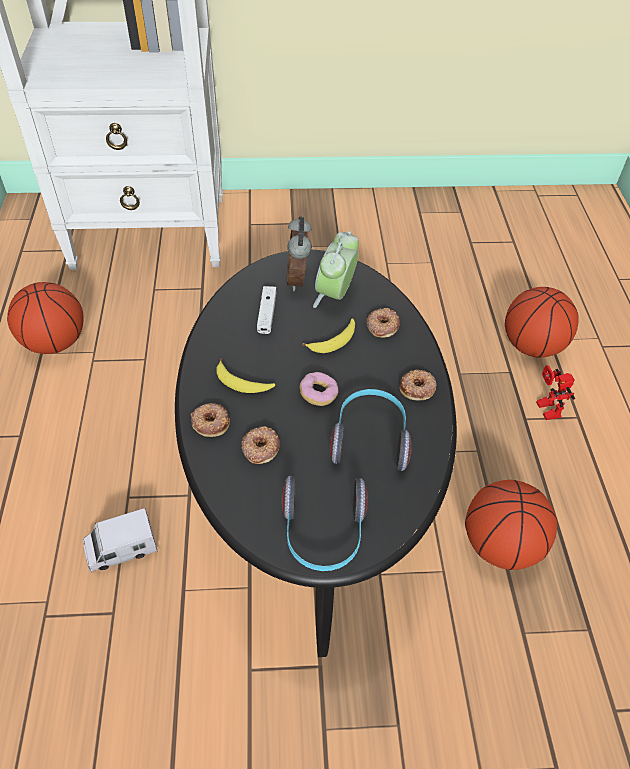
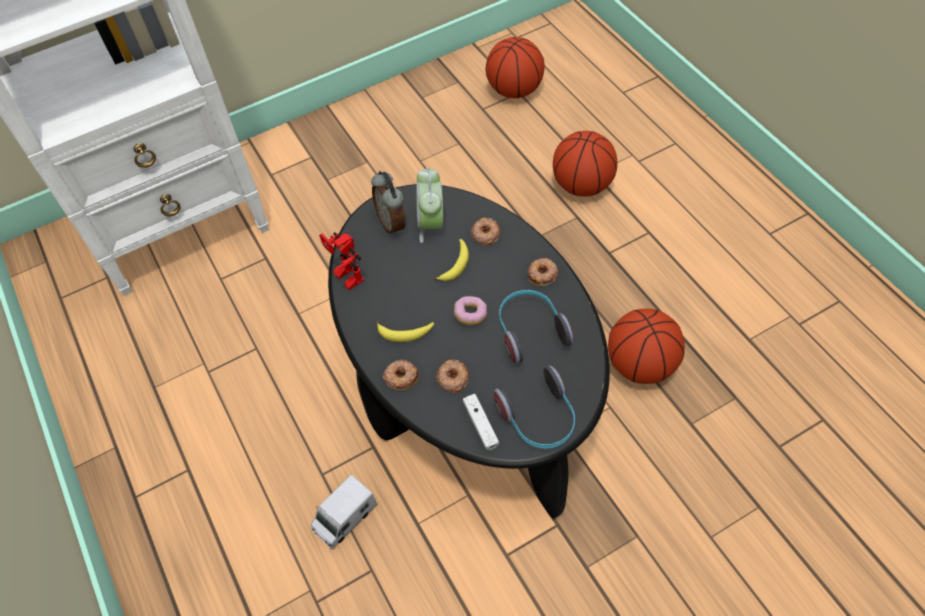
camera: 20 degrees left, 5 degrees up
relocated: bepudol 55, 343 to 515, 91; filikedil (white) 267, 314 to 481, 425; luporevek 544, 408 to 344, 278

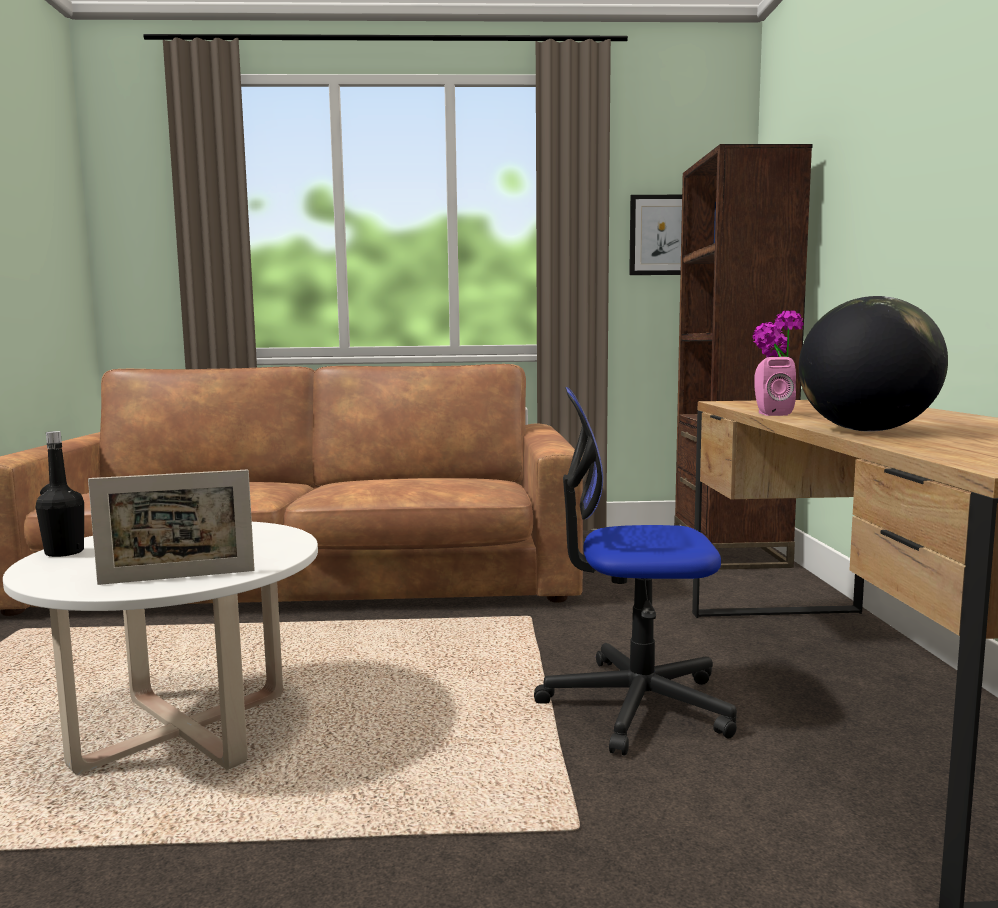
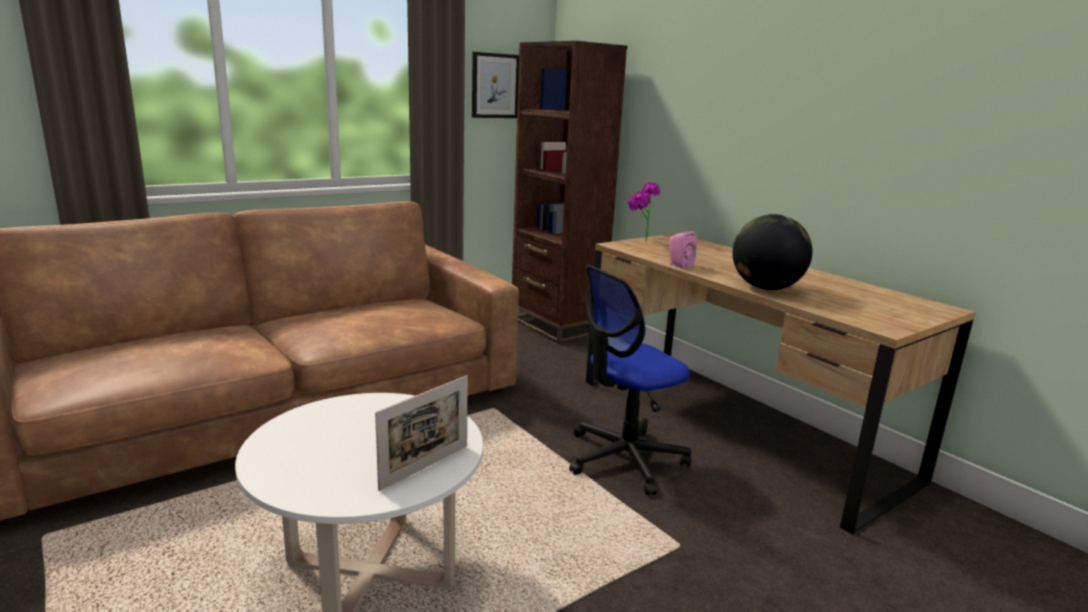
camera: 35 degrees left, 10 degrees up
missing: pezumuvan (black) 64, 552

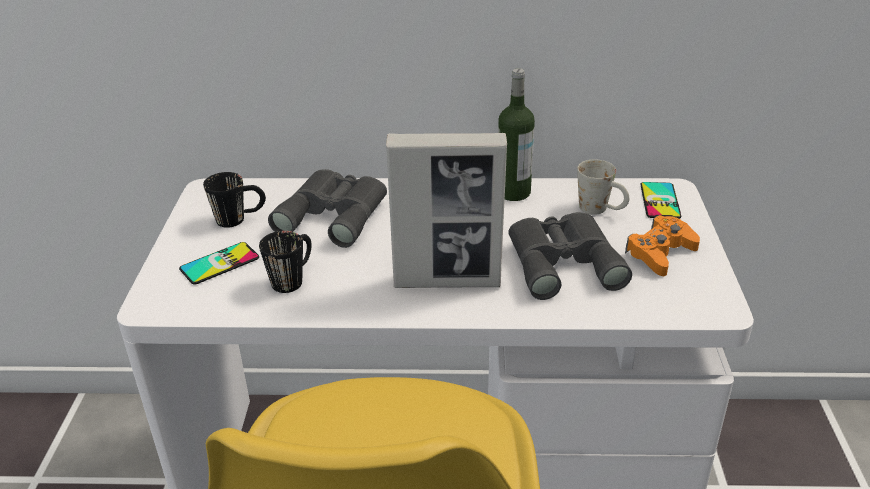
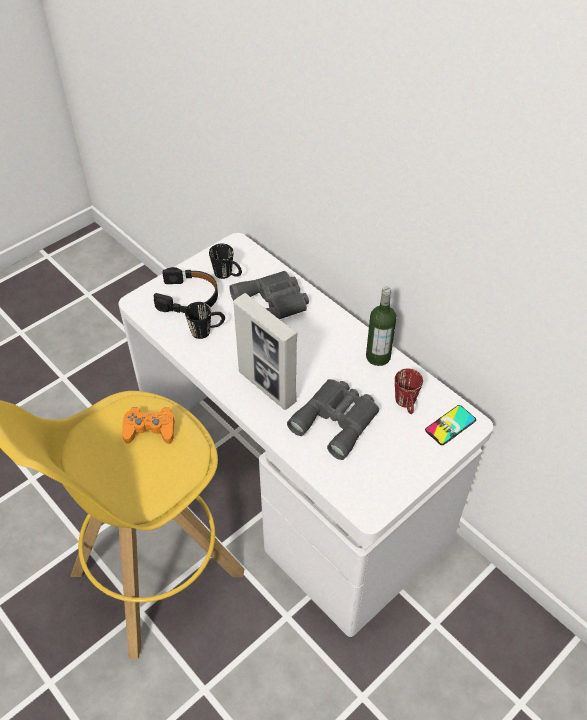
camera: 45 degrees right, 15 degrees up
relocated: filikedil (orange) 660, 253 to 150, 429
exchanged: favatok 219, 263 to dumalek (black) 188, 298
colour: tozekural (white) 601, 210 to tozekural (red) 407, 405

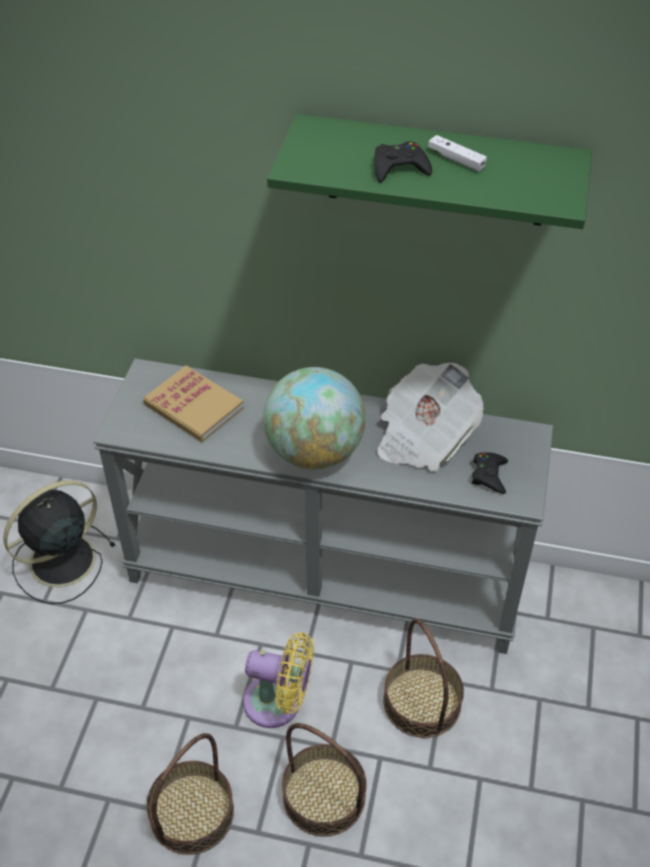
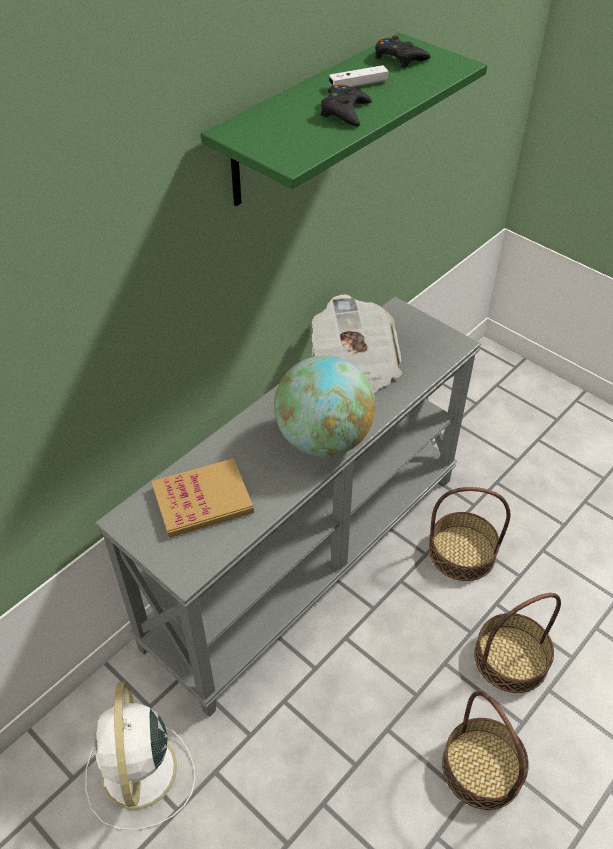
camera: 60 degrees left, 0 degrees up
missing: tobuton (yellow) 278, 703
relocated: filikedil (black) 489, 475 to 399, 58
colour: tobuton (black) 60, 562 to tobuton (white) 139, 774

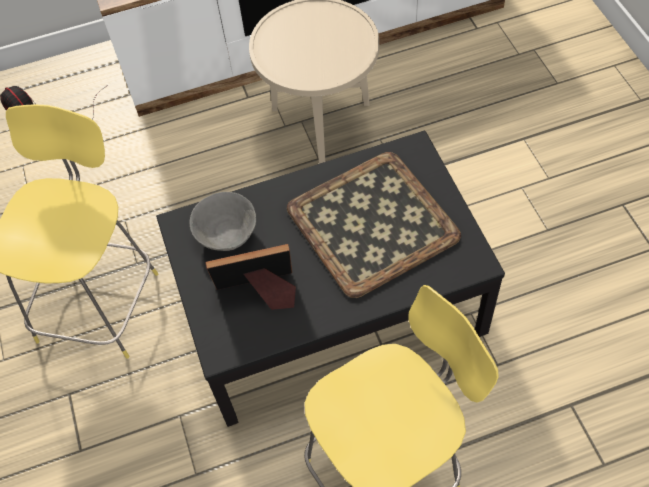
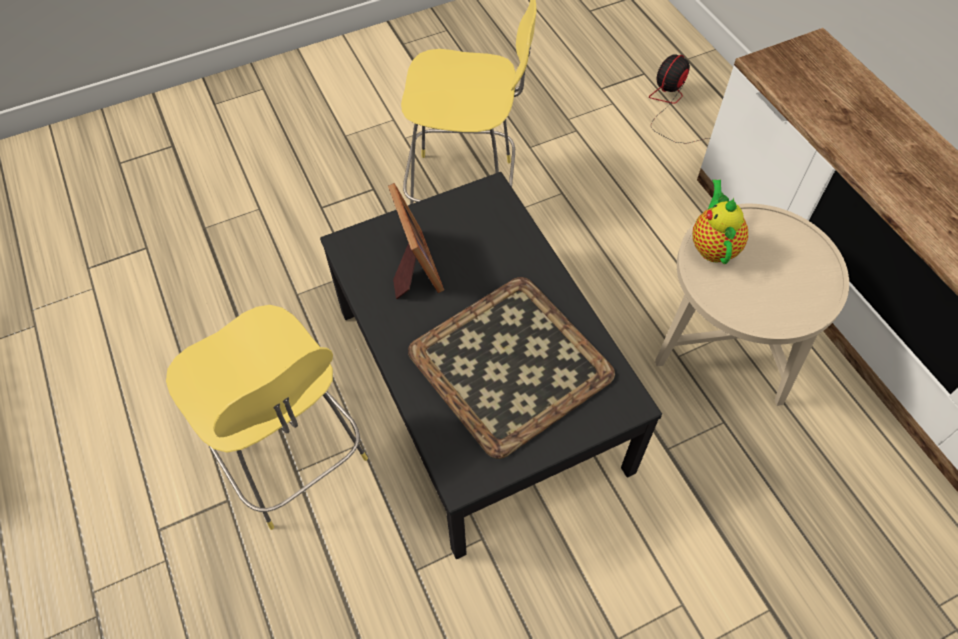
camera: 80 degrees right, 0 degrees up
missing: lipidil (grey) 226, 235
appeared: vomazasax 713, 246

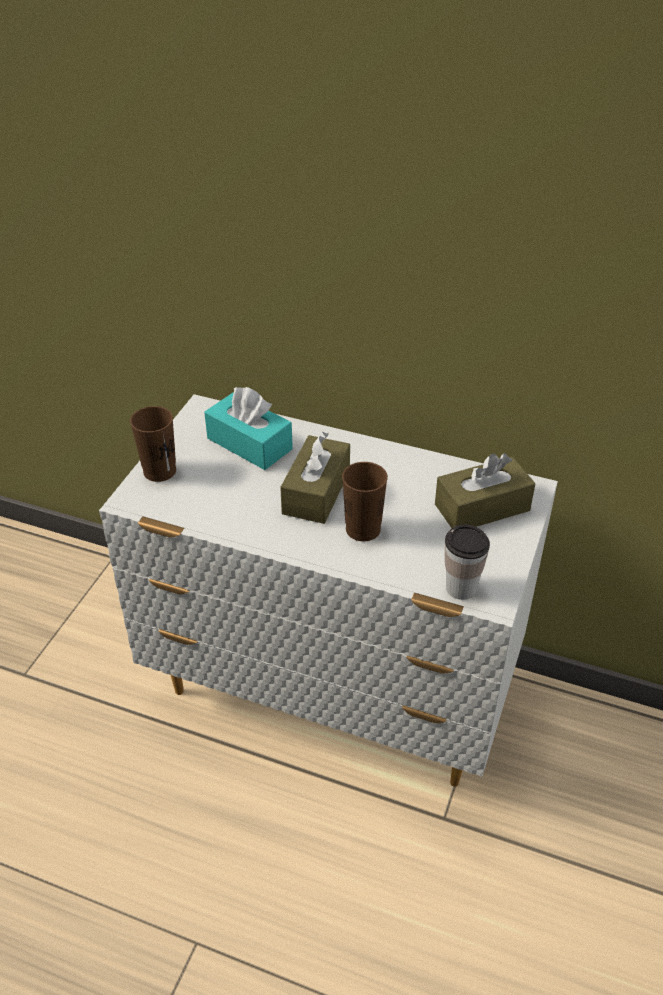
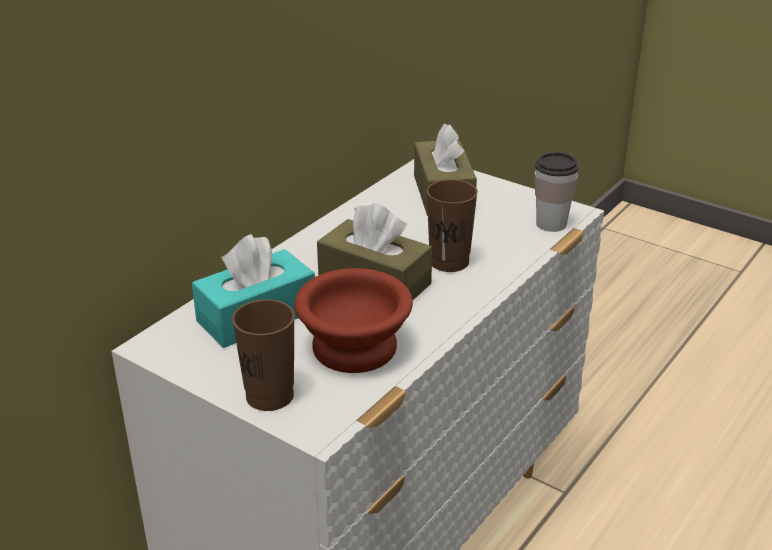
camera: 75 degrees left, 10 degrees down
appeared: lipidil (brown) 351, 348

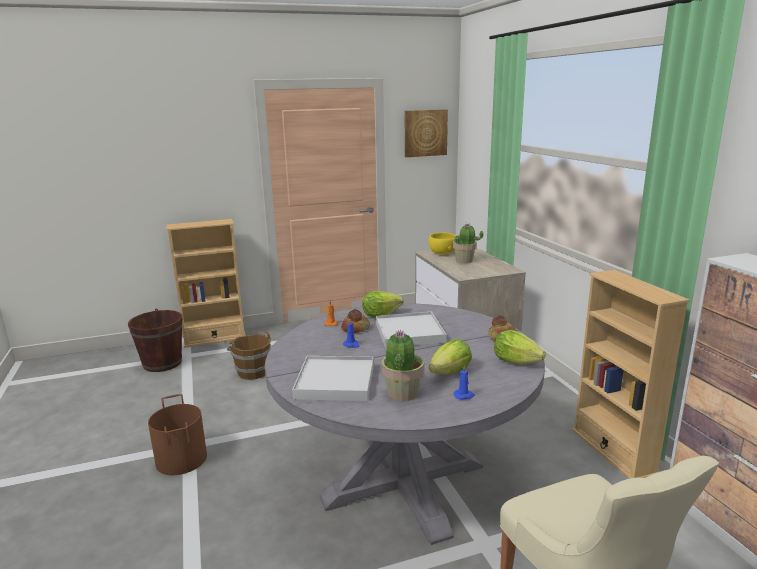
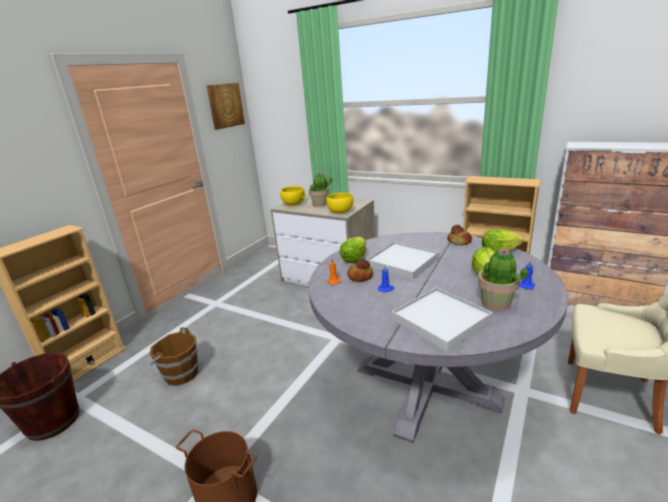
camera: 40 degrees left, 5 degrees up
appeared: lipidil (yellow) 340, 212

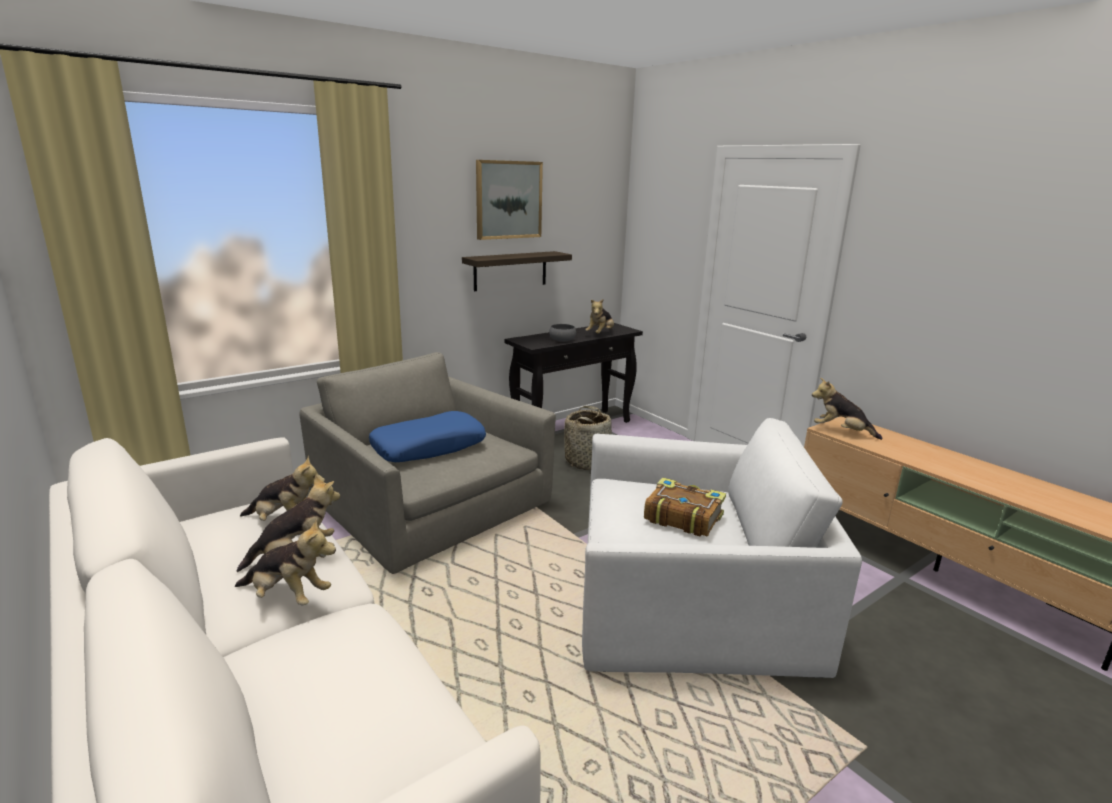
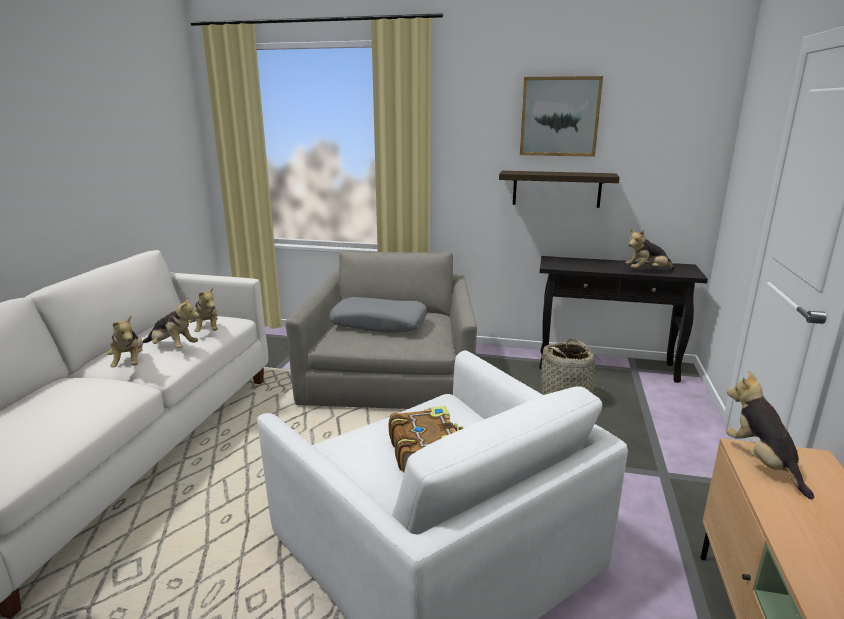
camera: 50 degrees right, 0 degrees up
missing: lipidil (grey) 562, 339
colour: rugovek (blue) 429, 447 to rugovek (grey) 379, 324

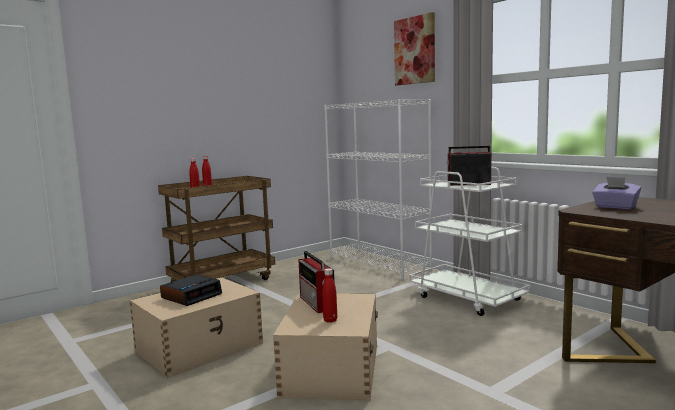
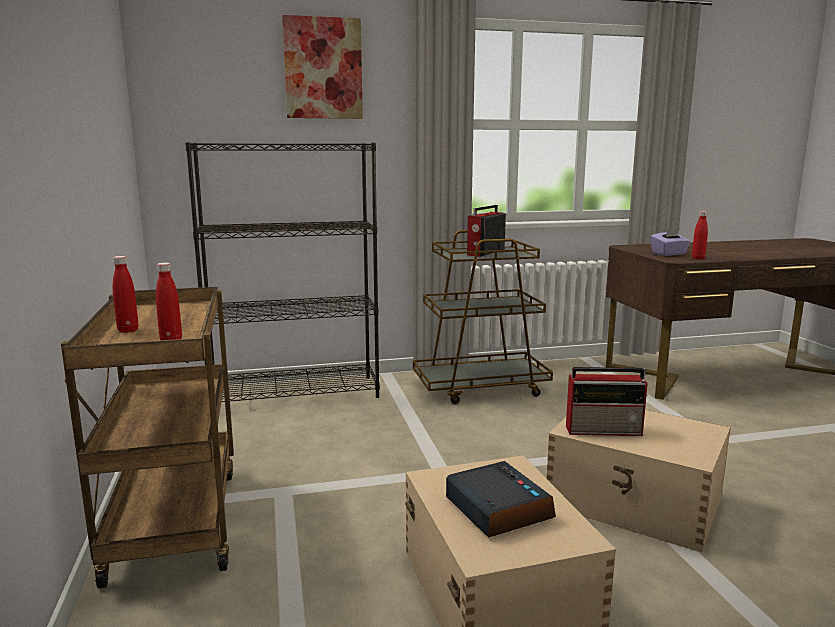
camera: 65 degrees left, 5 degrees up
relocated: pezumuvan (red) 330, 320 to 698, 258
colour: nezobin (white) 379, 264 to nezobin (black) 296, 393; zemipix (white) 467, 298 to zemipix (brown) 481, 387

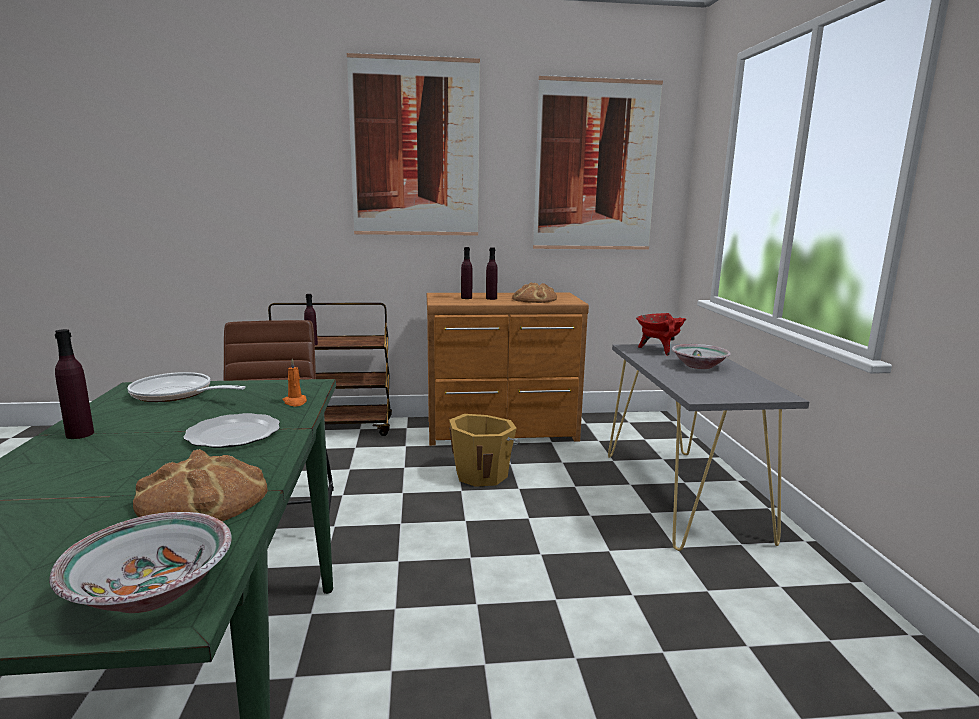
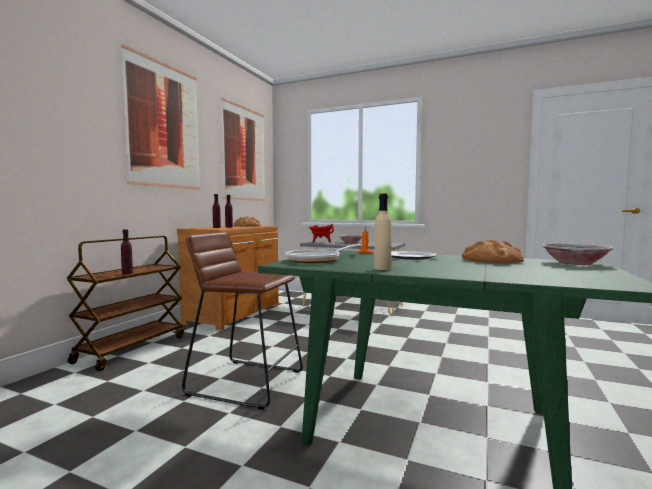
camera: 60 degrees left, 10 degrees down
missing: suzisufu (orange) 482, 474
colour: pezumuvan (purple) 80, 434 to pezumuvan (beige) 382, 268

